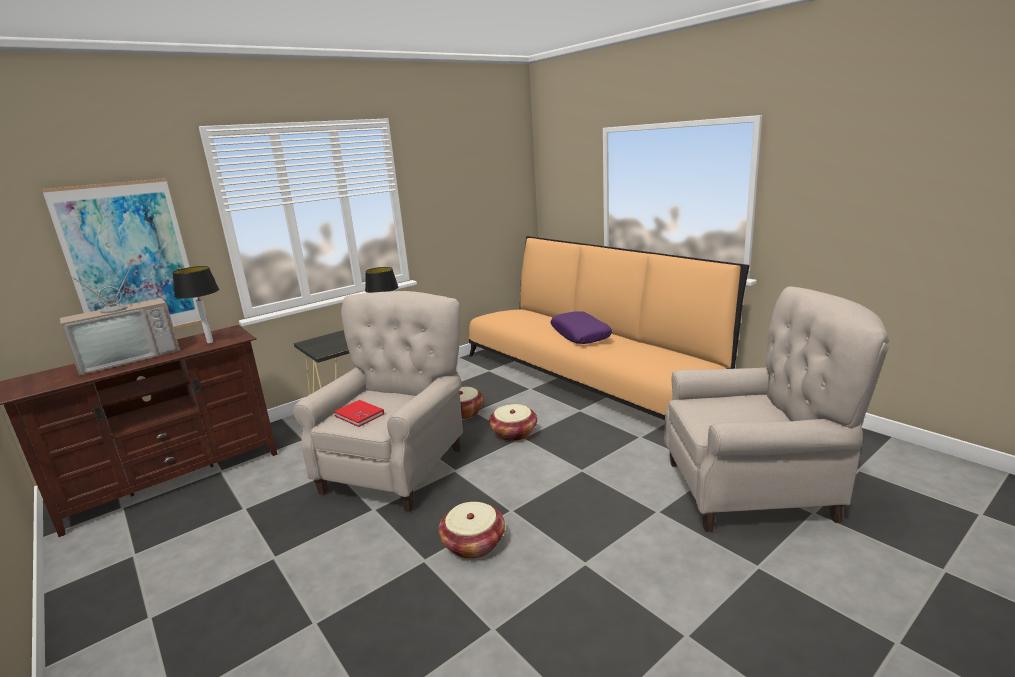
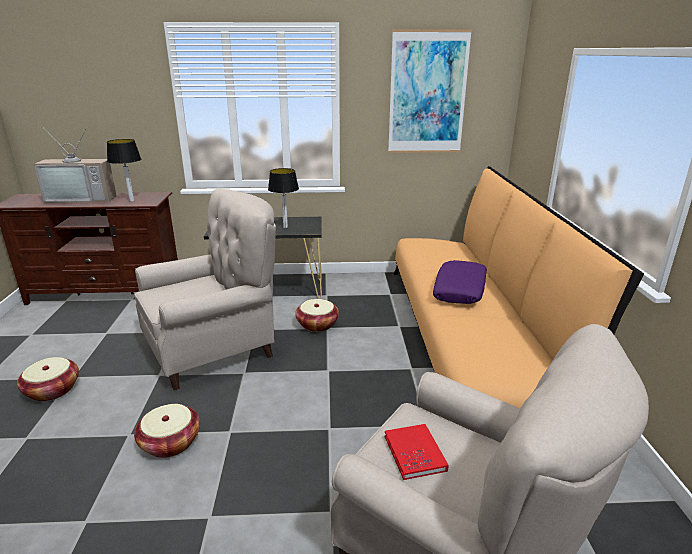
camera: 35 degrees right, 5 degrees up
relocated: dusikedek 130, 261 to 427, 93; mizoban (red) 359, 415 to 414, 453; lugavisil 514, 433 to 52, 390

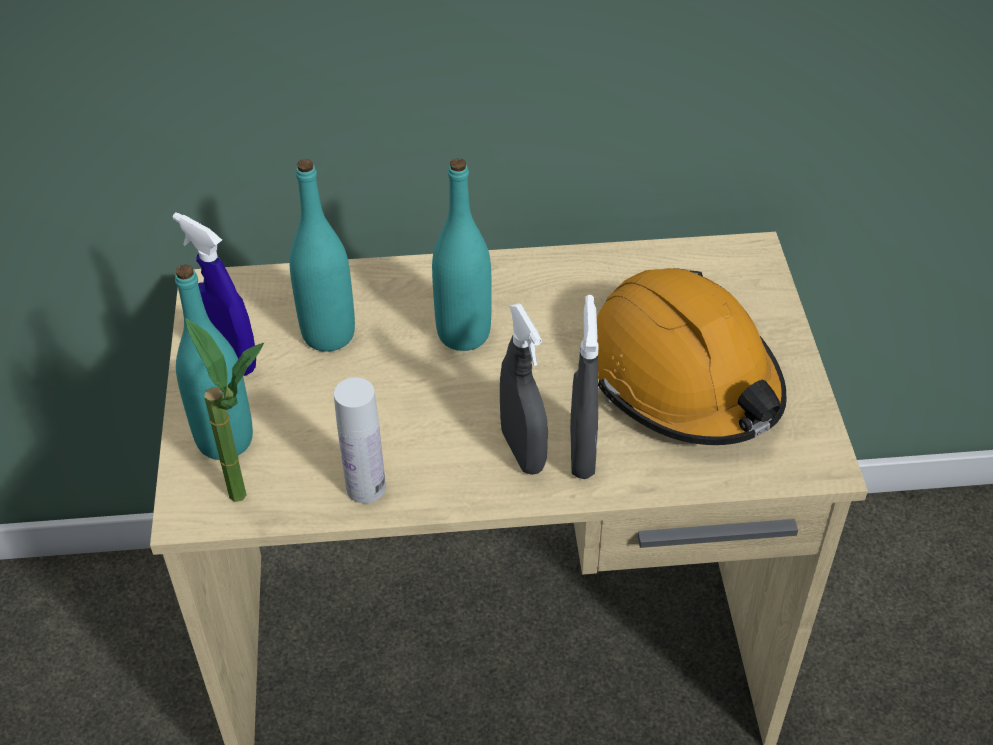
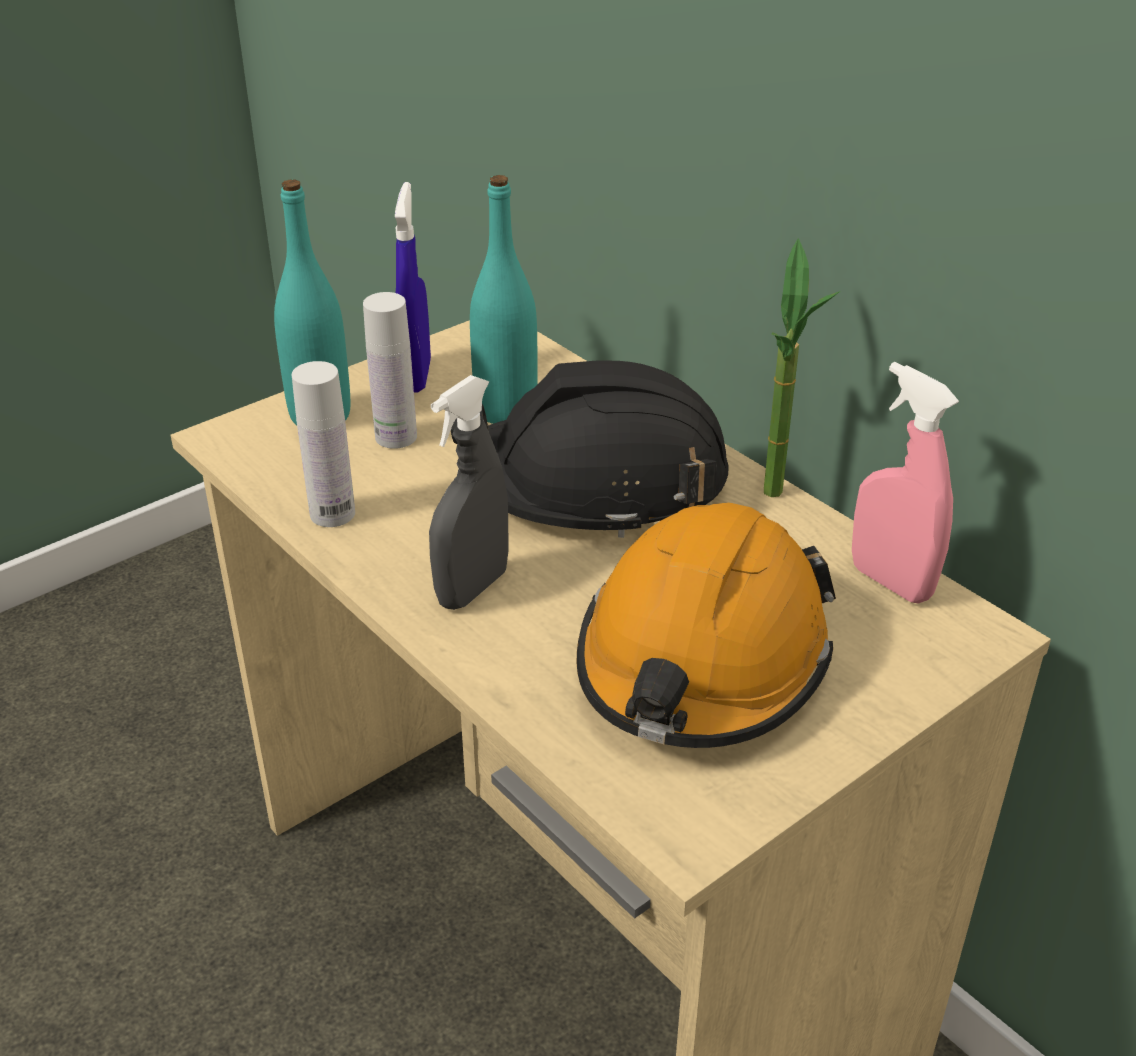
camera: 55 degrees right, 10 degrees down
missing: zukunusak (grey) 582, 453
appeared: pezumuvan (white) 396, 437; zukunusak (pink) 890, 582
relocated: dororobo 254, 500 to 779, 503
exchanged: pezumuvan (turquoise) 463, 334 to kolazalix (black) 595, 484

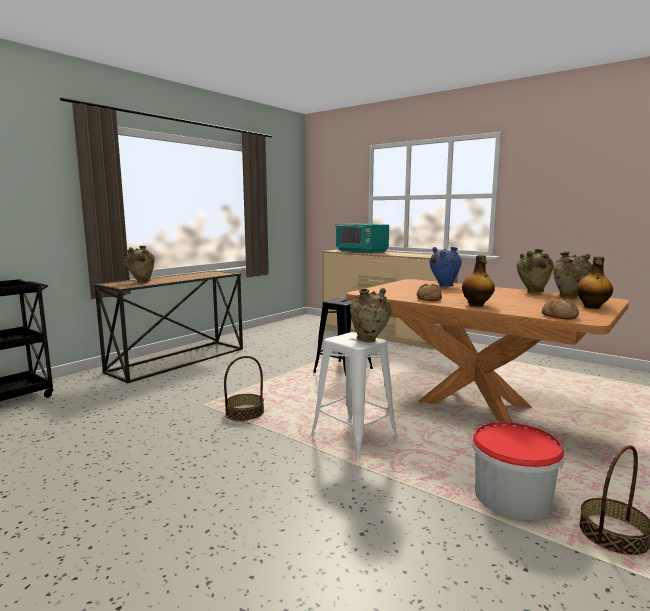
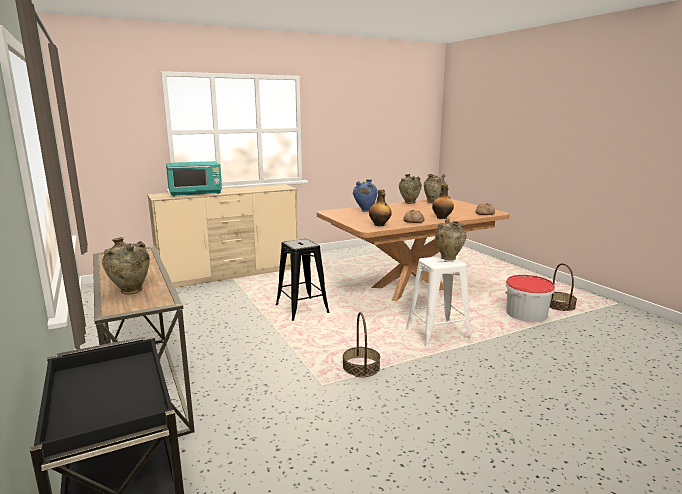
camera: 65 degrees left, 5 degrees up
relocated: pezumuvan 592, 307 to 379, 225

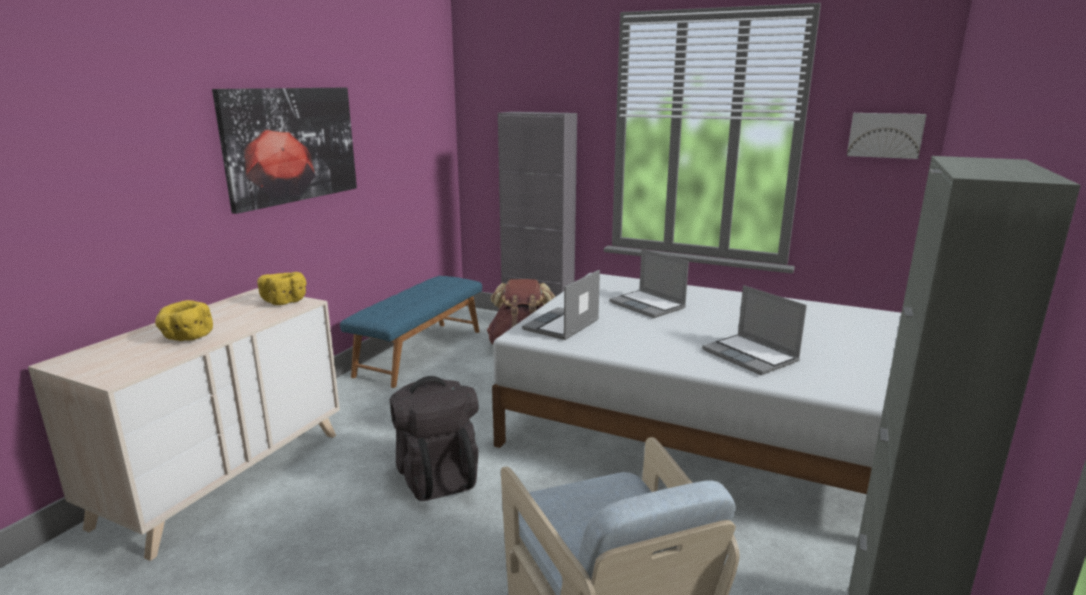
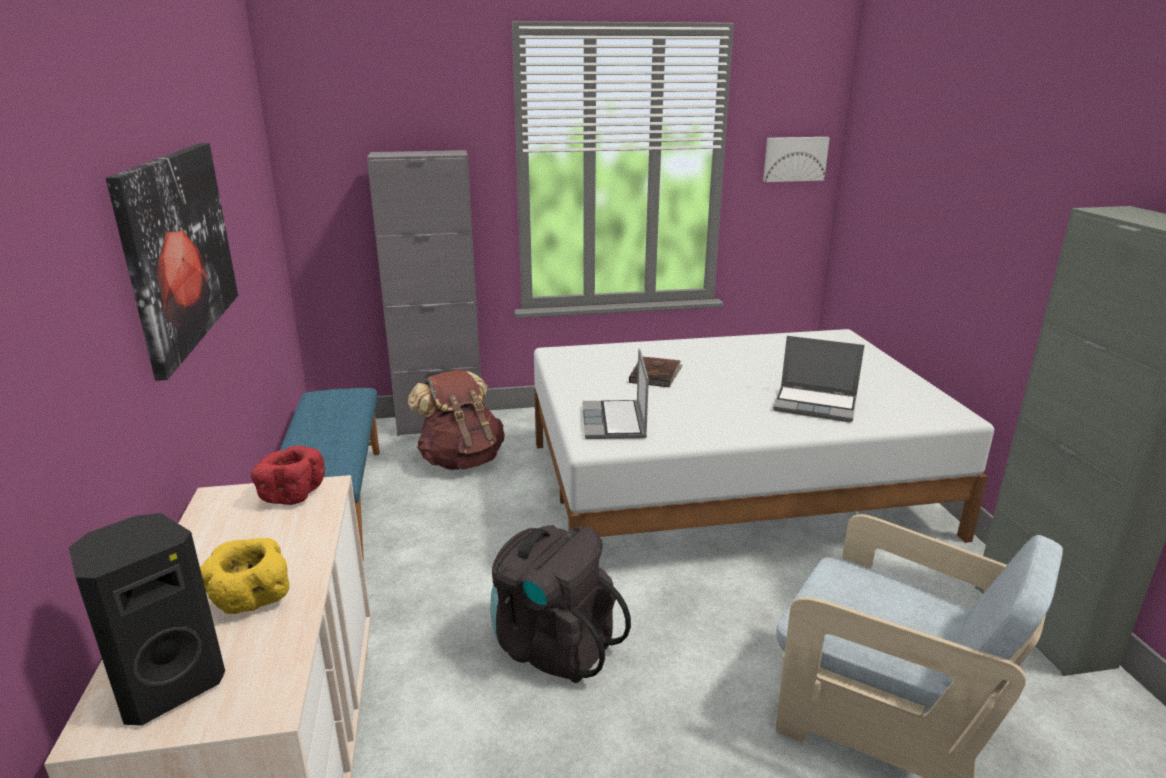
camera: 35 degrees left, 5 degrees up
appeared: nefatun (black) 168, 685
exchanged: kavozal 648, 305 to mizoban (brown) 656, 374
colour: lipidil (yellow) 285, 301 to lipidil (red) 291, 494

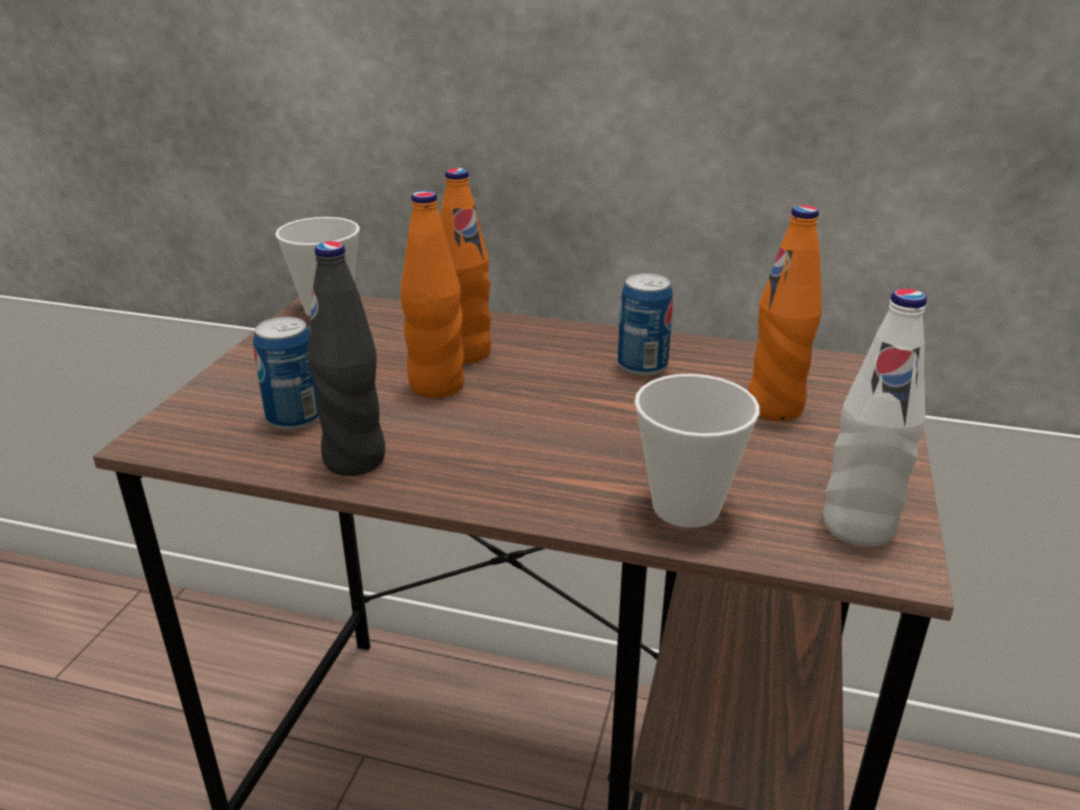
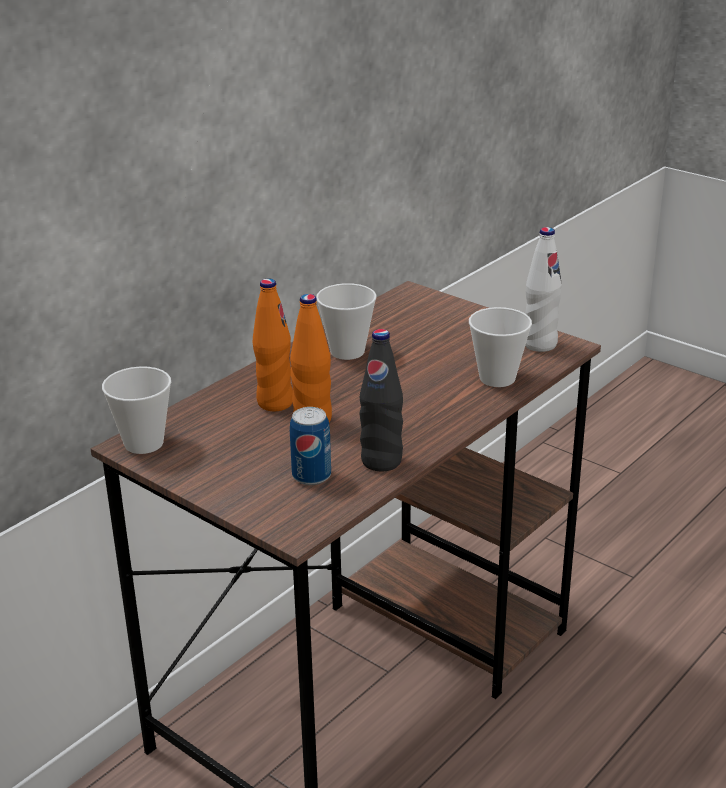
camera: 65 degrees left, 0 degrees up
missing: pezumuvan (orange) 774, 407
exchanged: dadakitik 642, 366 to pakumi 347, 351

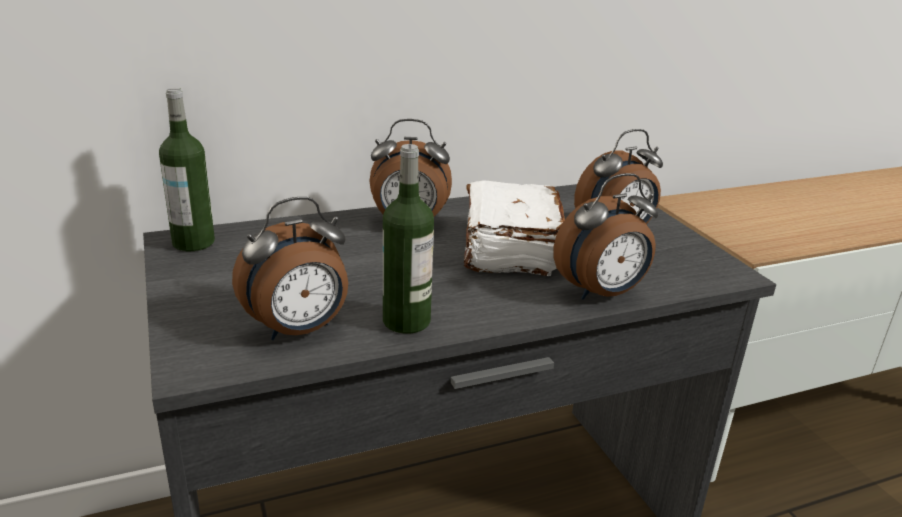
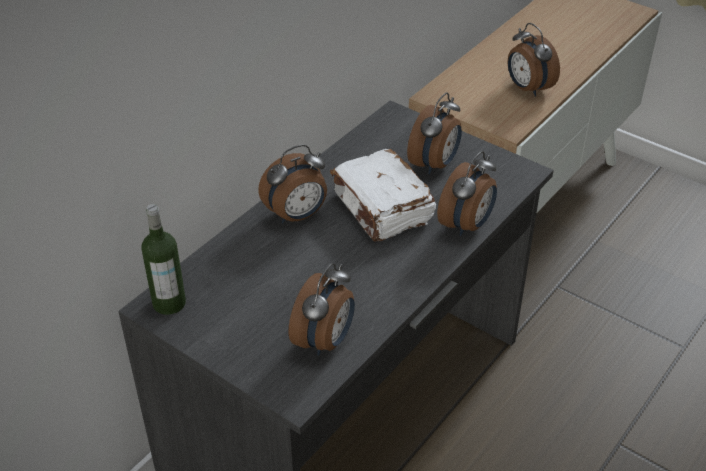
camera: 30 degrees left, 15 degrees up
missing: pezumuvan 406, 321
appeared: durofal 527, 88

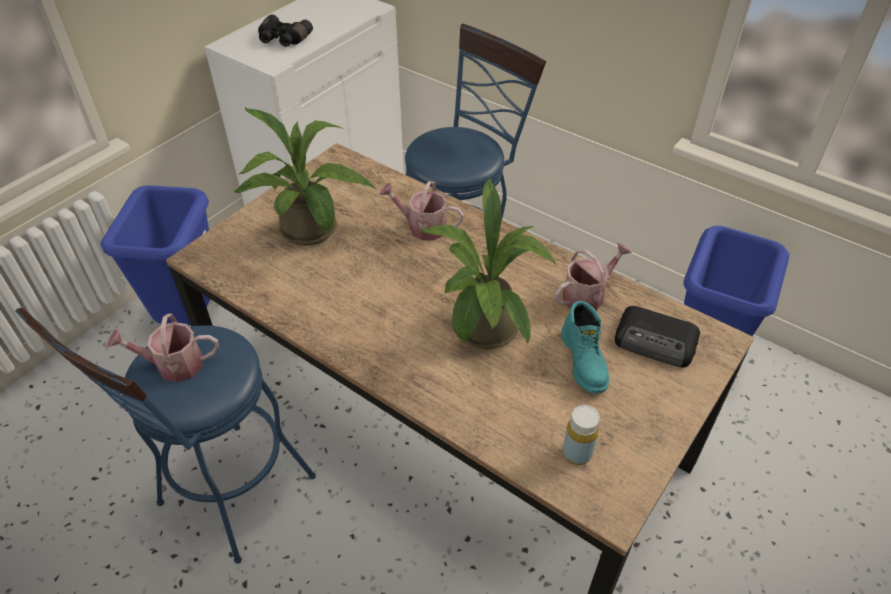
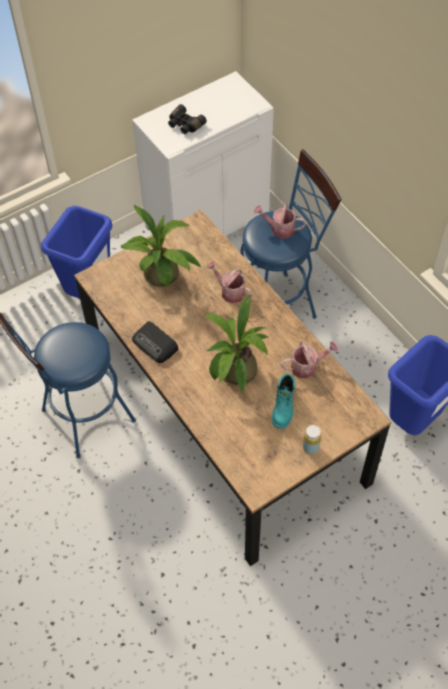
camera: 20 degrees right, 10 degrees up
relocated: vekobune 173, 365 to 279, 229; pezumuvan (yellow) 577, 453 to 311, 447; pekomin 656, 341 to 155, 345

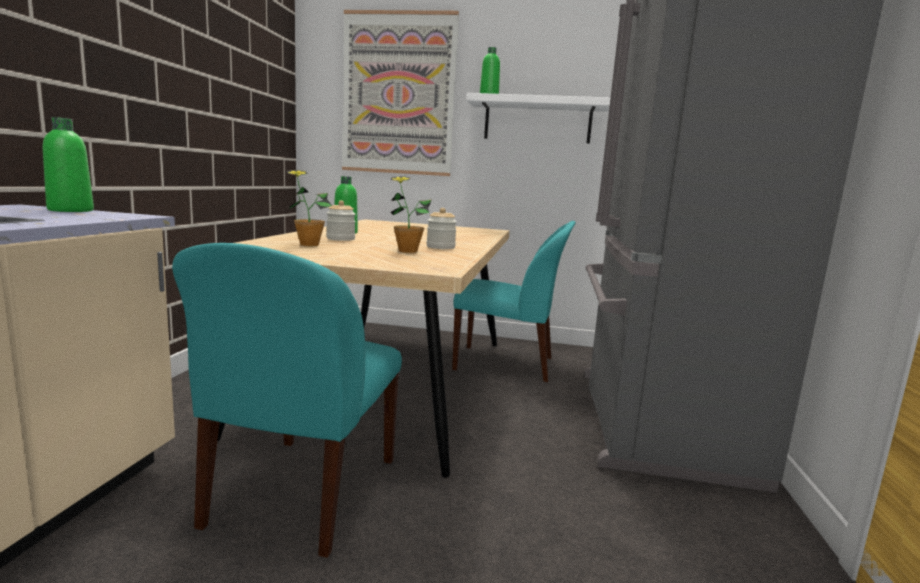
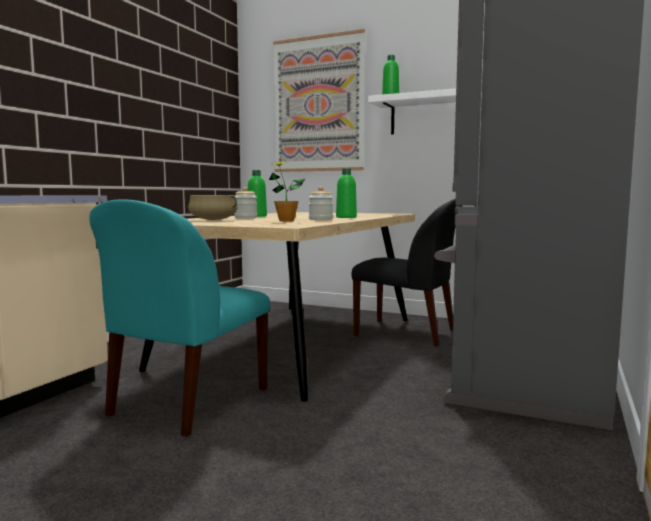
camera: 15 degrees right, 5 degrees down
relocated: pezumuvan (green) 70, 210 to 346, 217
exchanged: dororobo 309, 245 to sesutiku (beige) 213, 220
colour: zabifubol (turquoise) 507, 364 to zabifubol (black) 407, 333

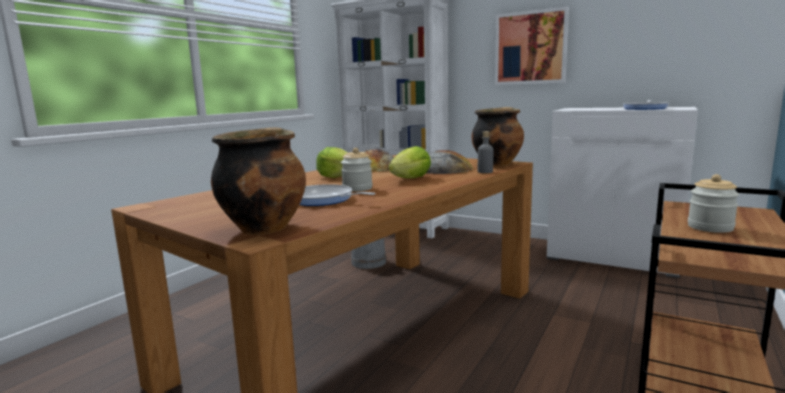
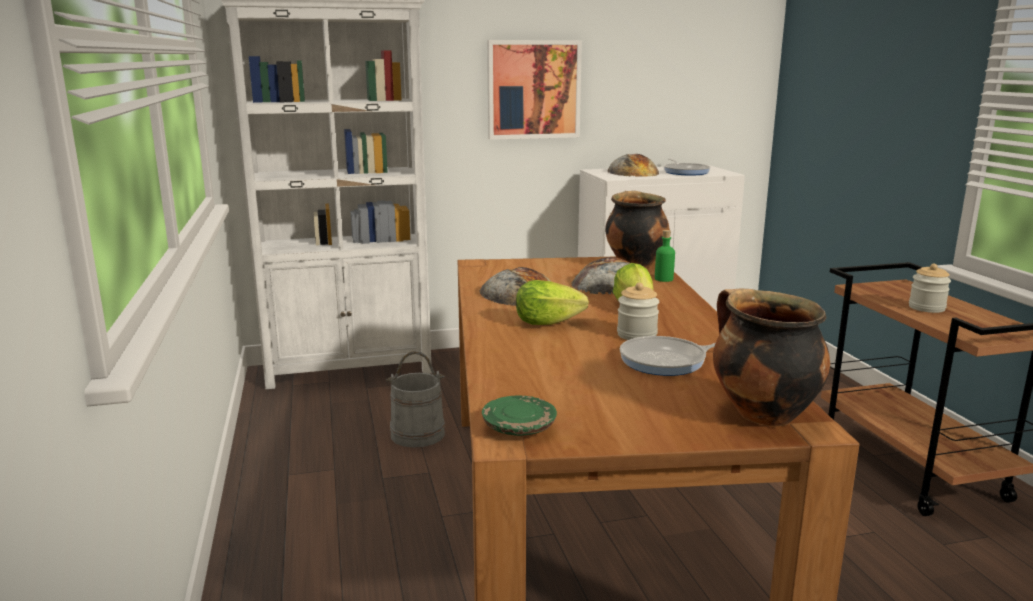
camera: 45 degrees left, 5 degrees up
appeared: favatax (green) 519, 427; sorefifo 633, 172
colour: pezumuvan (grey) 485, 172 to pezumuvan (green) 663, 279

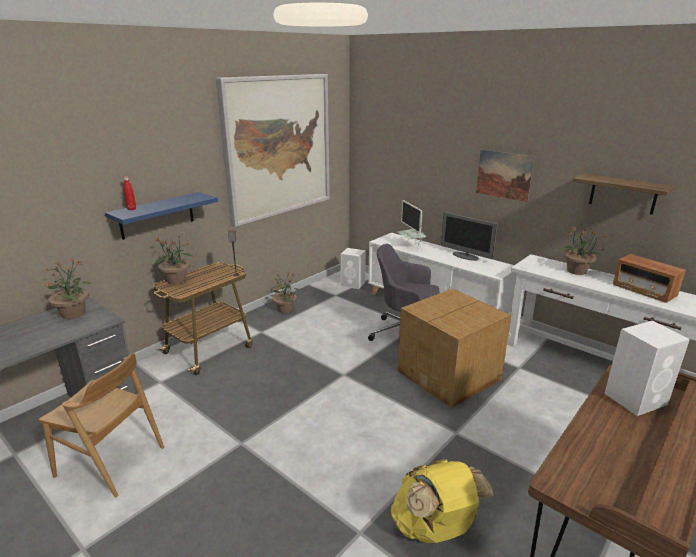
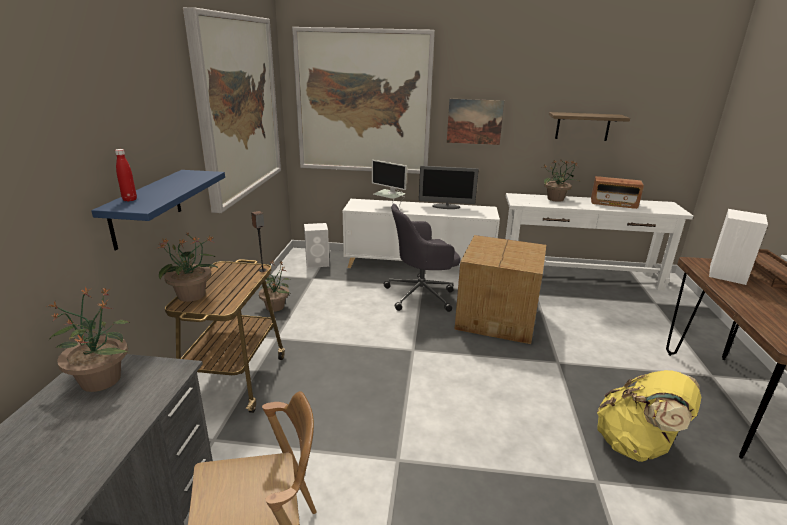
camera: 35 degrees left, 0 degrees up
appeared: dusikedek 363, 102

